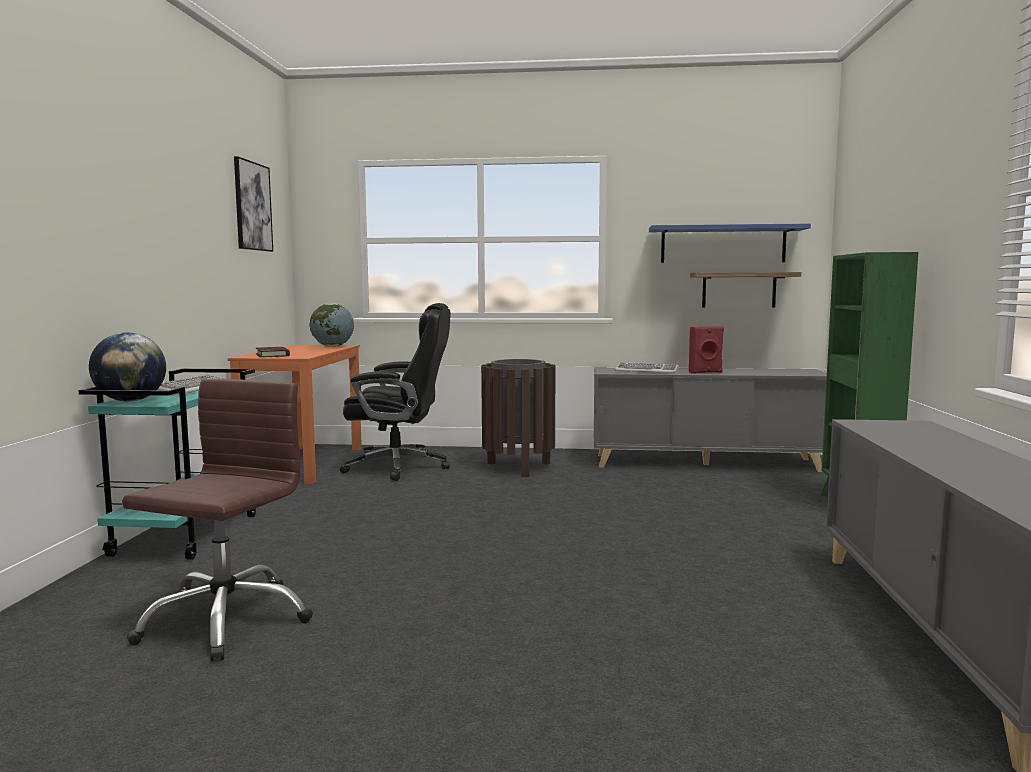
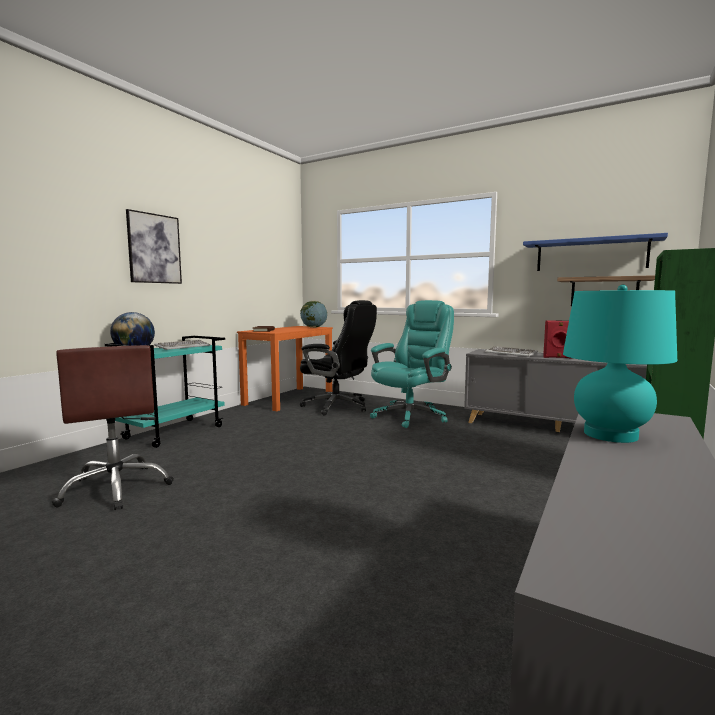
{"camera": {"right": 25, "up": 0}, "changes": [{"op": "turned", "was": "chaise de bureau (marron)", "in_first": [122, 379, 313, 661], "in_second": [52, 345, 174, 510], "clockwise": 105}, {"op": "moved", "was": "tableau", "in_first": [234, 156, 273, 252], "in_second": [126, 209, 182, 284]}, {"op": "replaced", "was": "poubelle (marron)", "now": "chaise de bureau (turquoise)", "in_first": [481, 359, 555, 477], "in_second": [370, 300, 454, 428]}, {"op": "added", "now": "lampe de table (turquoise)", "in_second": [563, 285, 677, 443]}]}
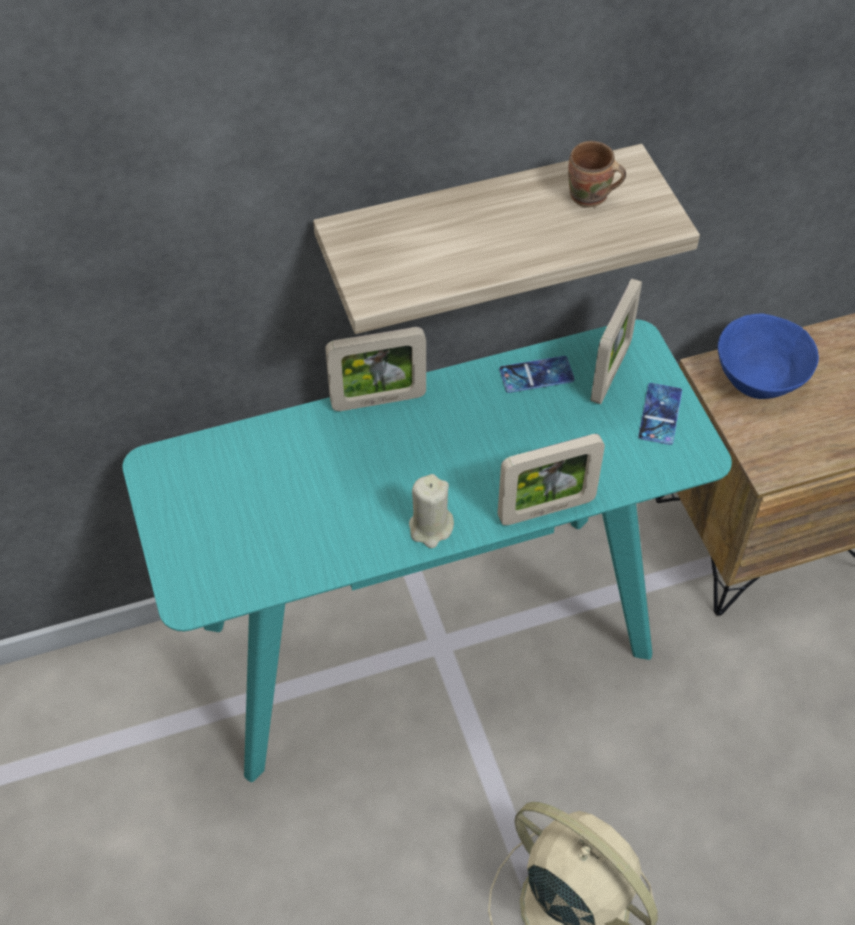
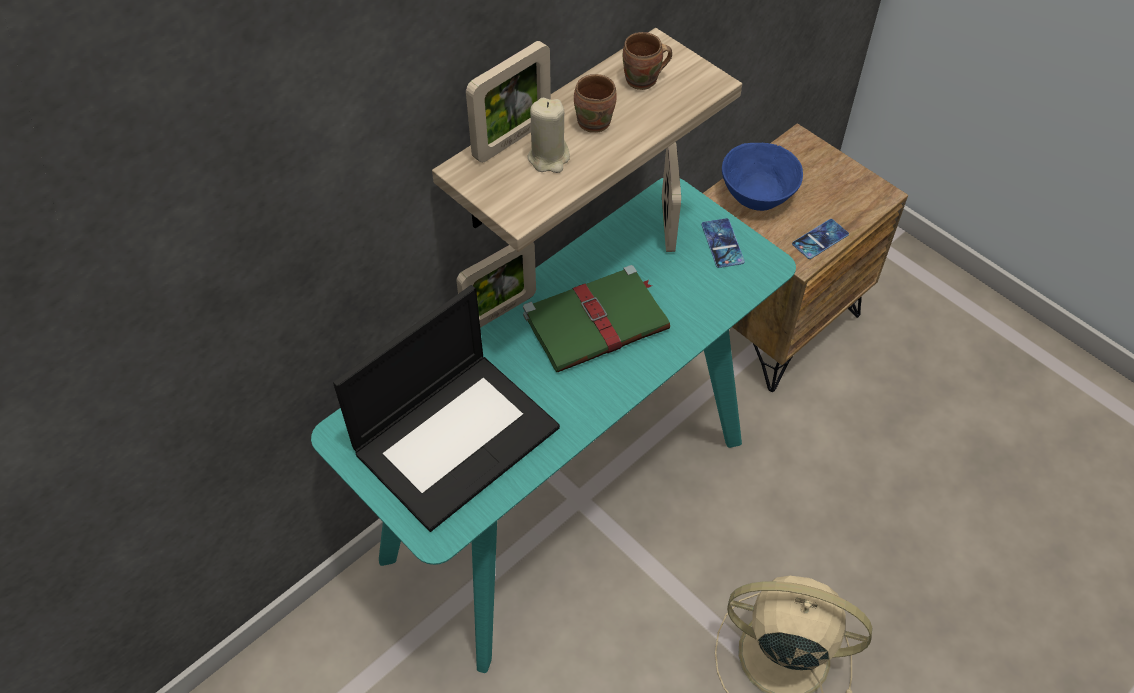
{"camera": {"right": -25, "up": 0}, "changes": [{"op": "moved", "was": "bougie (beige)", "in_first": [409, 474, 454, 548], "in_second": [528, 98, 570, 173]}, {"op": "moved", "was": "cadre photo", "in_first": [498, 434, 605, 525], "in_second": [466, 41, 551, 163]}, {"op": "moved", "was": "téléphone", "in_first": [499, 356, 575, 393], "in_second": [792, 219, 849, 259]}, {"op": "added", "now": "ordinateur portable", "in_second": [333, 285, 560, 532]}, {"op": "added", "now": "livre (vert)", "in_second": [523, 265, 670, 372]}, {"op": "added", "now": "mug (marron)", "in_second": [574, 74, 616, 133]}]}
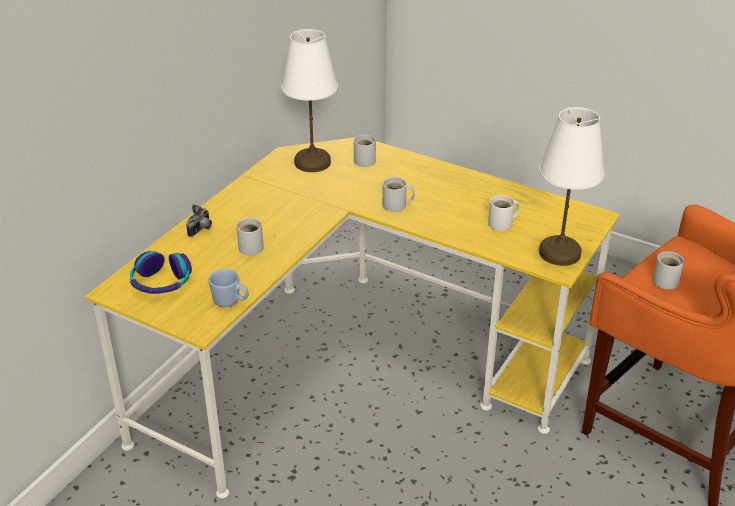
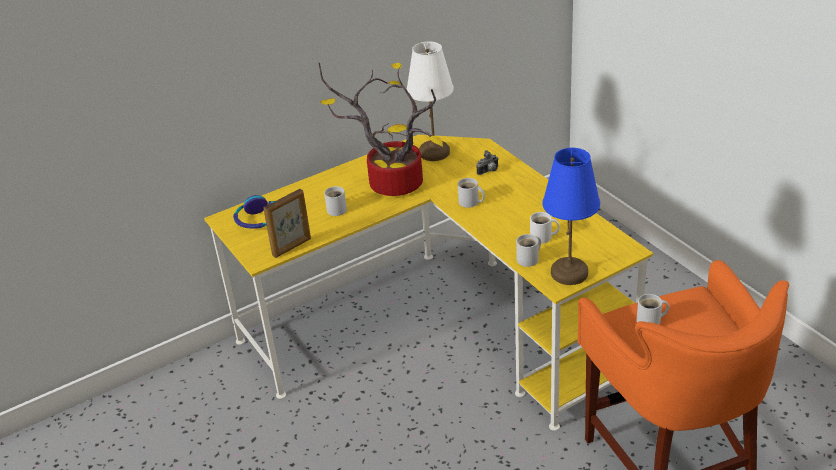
{"camera": {"right": 30, "up": 0}, "changes": [{"op": "moved", "was": "appareil photo", "in_first": [186, 204, 212, 237], "in_second": [476, 150, 499, 175]}, {"op": "replaced", "was": "mug (bleu)", "now": "cadre photo", "in_first": [209, 269, 249, 307], "in_second": [263, 189, 311, 258]}, {"op": "moved", "was": "mug (blanc)", "in_first": [354, 135, 376, 167], "in_second": [516, 234, 541, 267]}, {"op": "recoloured", "was": "lampe de table (blanc)", "now": "lampe de table (bleu)", "in_first": [539, 107, 605, 266], "in_second": [543, 148, 600, 285]}, {"op": "added", "now": "plante en pot", "in_second": [319, 63, 443, 196]}]}
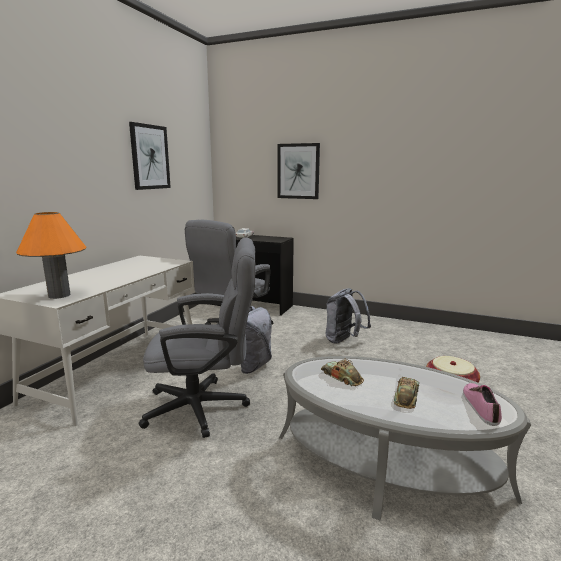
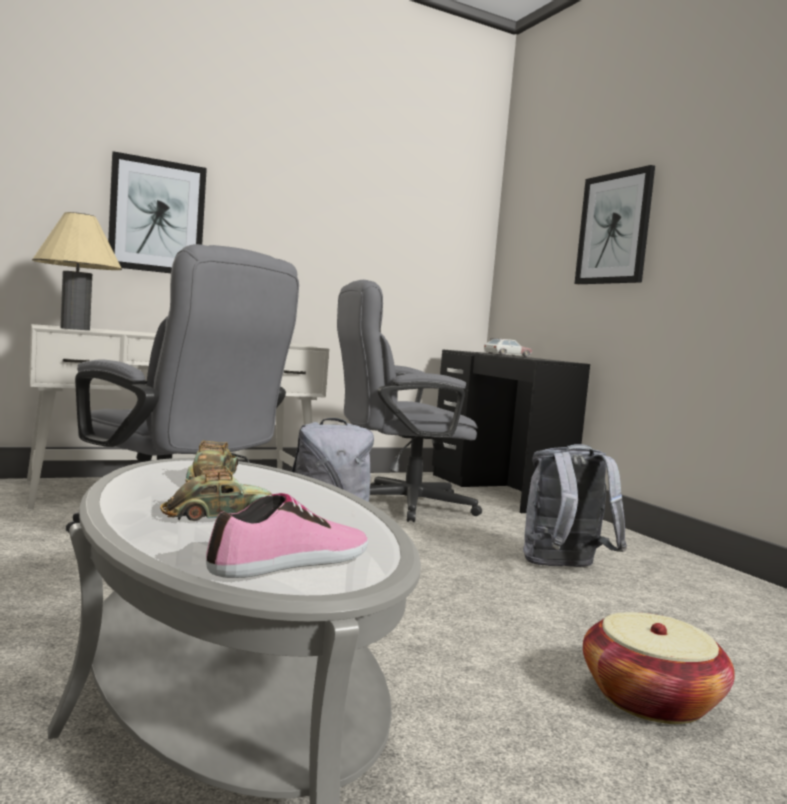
{"camera": {"right": 40, "up": -10}, "changes": [{"op": "recoloured", "was": "lampe de table (orange)", "now": "lampe de table (beige)", "in_first": [16, 212, 86, 299], "in_second": [32, 212, 122, 330]}, {"op": "moved", "was": "tableau", "in_first": [129, 122, 171, 190], "in_second": [108, 151, 207, 273]}]}
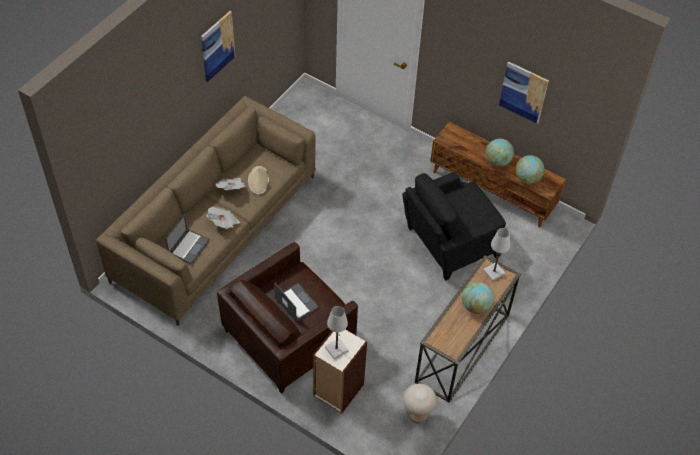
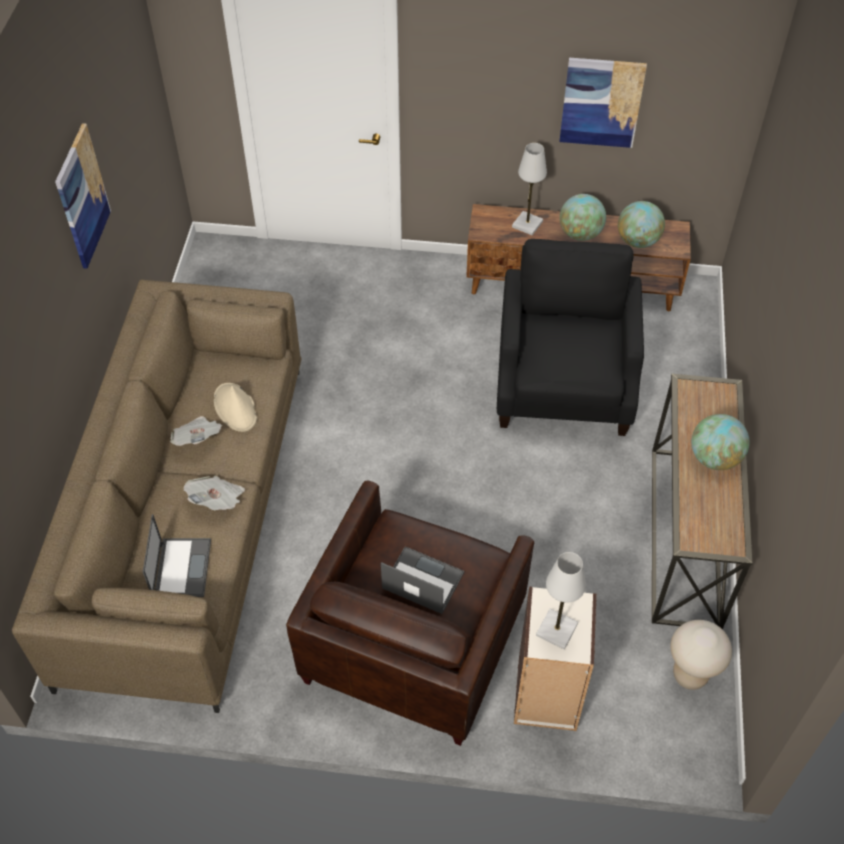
{"camera": {"right": -25, "up": 0}, "changes": [{"op": "turned", "was": "fauteuil (noir)", "in_first": [402, 172, 506, 281], "in_second": [497, 239, 644, 436], "clockwise": 150}, {"op": "moved", "was": "lampe de table (blanc)", "in_first": [483, 228, 510, 281], "in_second": [512, 143, 547, 235]}]}
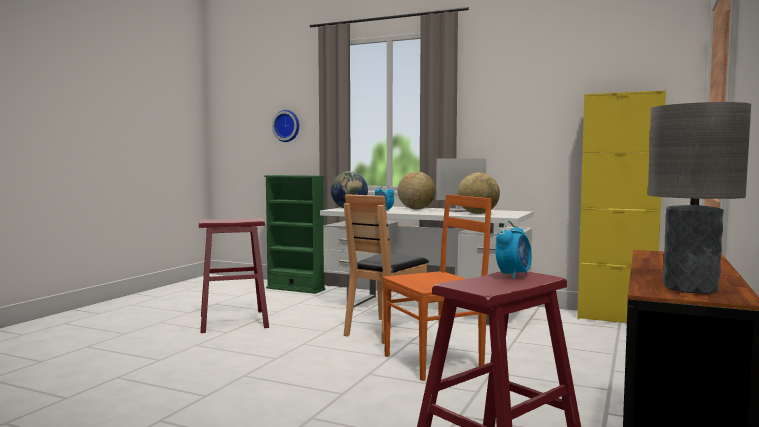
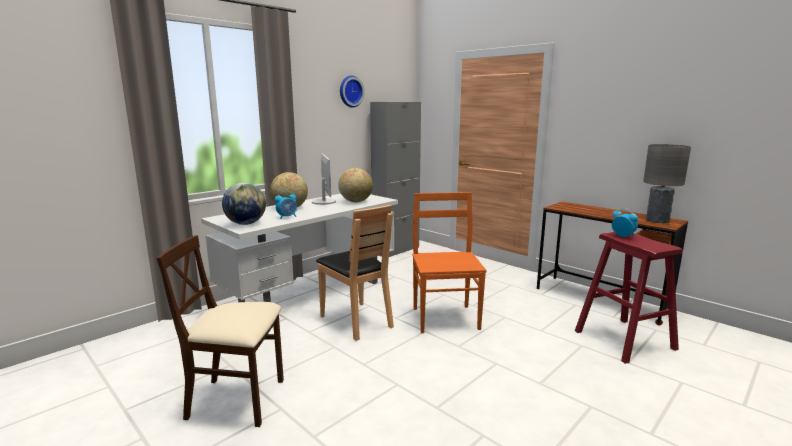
{"camera": {"right": -70, "up": 10}, "changes": [{"op": "replaced", "was": "tabouret (rouge)", "now": "chaise (beige)", "in_first": [199, 218, 269, 333], "in_second": [157, 235, 284, 427]}, {"op": "removed", "was": "bibliothèque (vert)", "in_first": [264, 175, 325, 294]}, {"op": "moved", "was": "horloge murale", "in_first": [272, 110, 299, 142], "in_second": [340, 76, 364, 108]}, {"op": "recoloured", "was": "meuble de rangement (jaune)", "now": "meuble de rangement (gris)", "in_first": [577, 90, 666, 323], "in_second": [370, 102, 421, 257]}]}
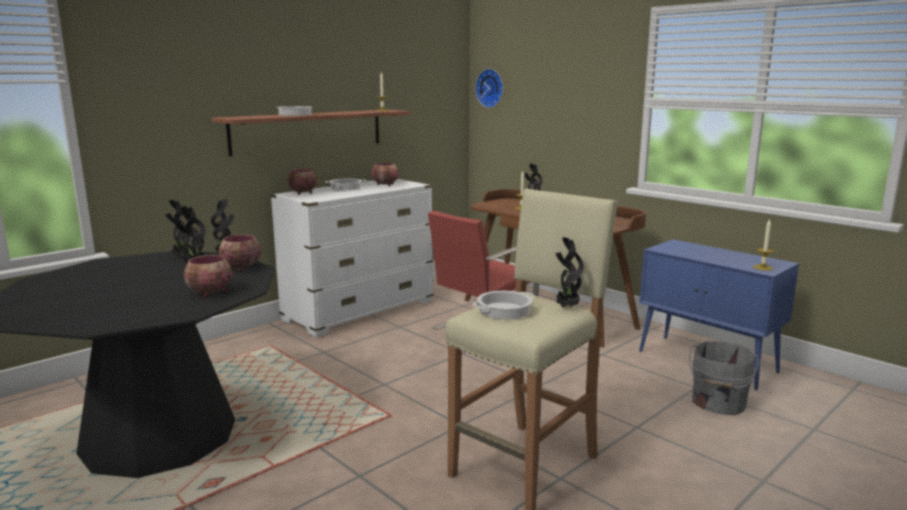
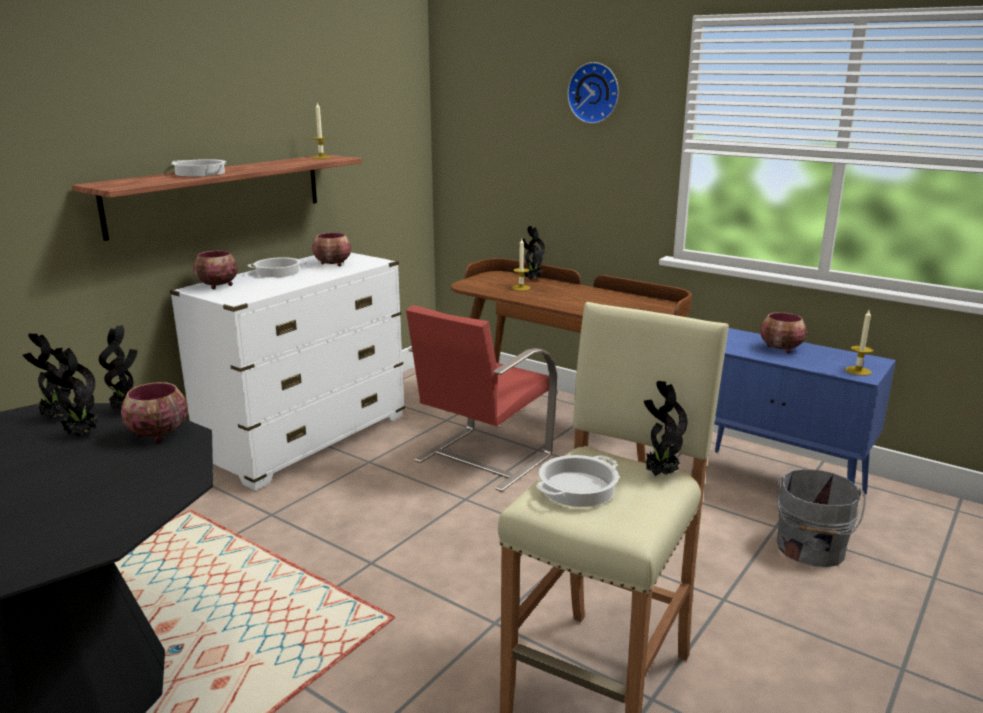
{"camera": {"right": -10, "up": 5}, "changes": [{"op": "moved", "was": "bol", "in_first": [184, 255, 232, 298], "in_second": [760, 312, 807, 353]}, {"op": "moved", "was": "horloge murale", "in_first": [475, 69, 503, 108], "in_second": [567, 62, 619, 124]}]}
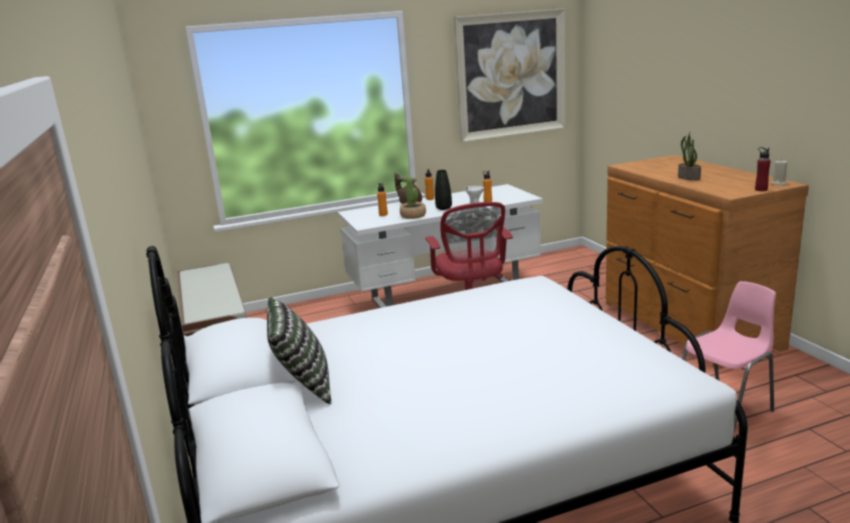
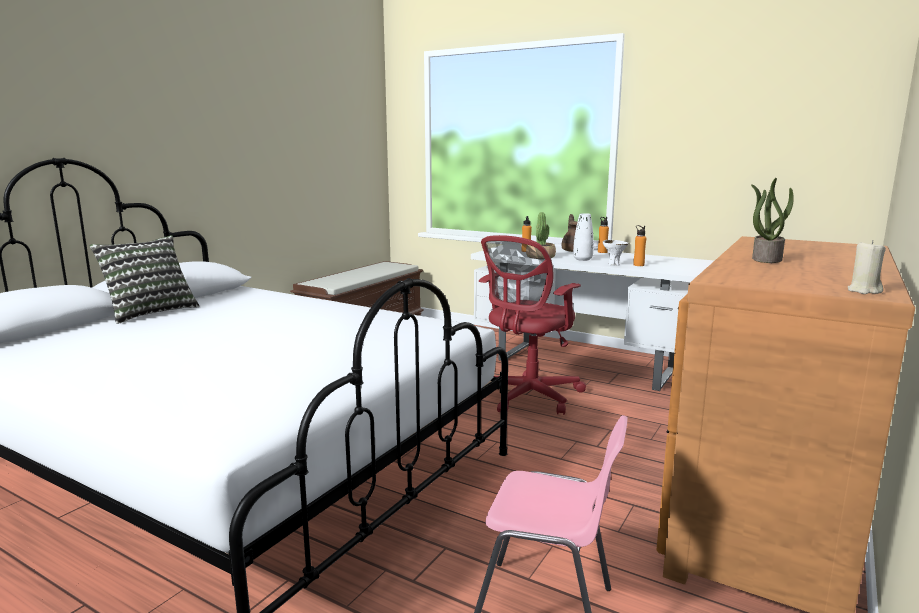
{"camera": {"right": 50, "up": -5}, "changes": [{"op": "recoloured", "was": "vase (noir)", "now": "vase (blanc)", "in_first": [435, 170, 452, 210], "in_second": [573, 213, 594, 261]}, {"op": "removed", "was": "tableau", "in_first": [453, 8, 566, 143]}, {"op": "removed", "was": "bouteille (rouge)", "in_first": [755, 147, 770, 191]}]}
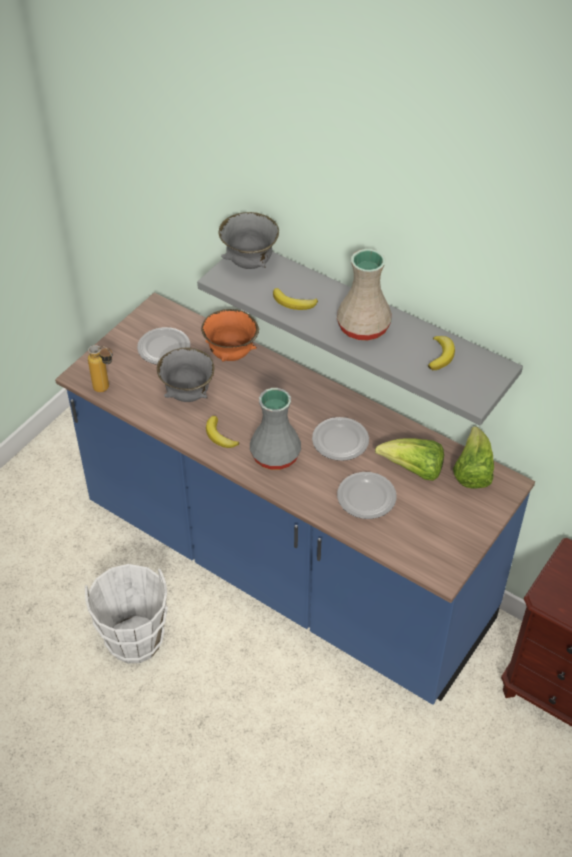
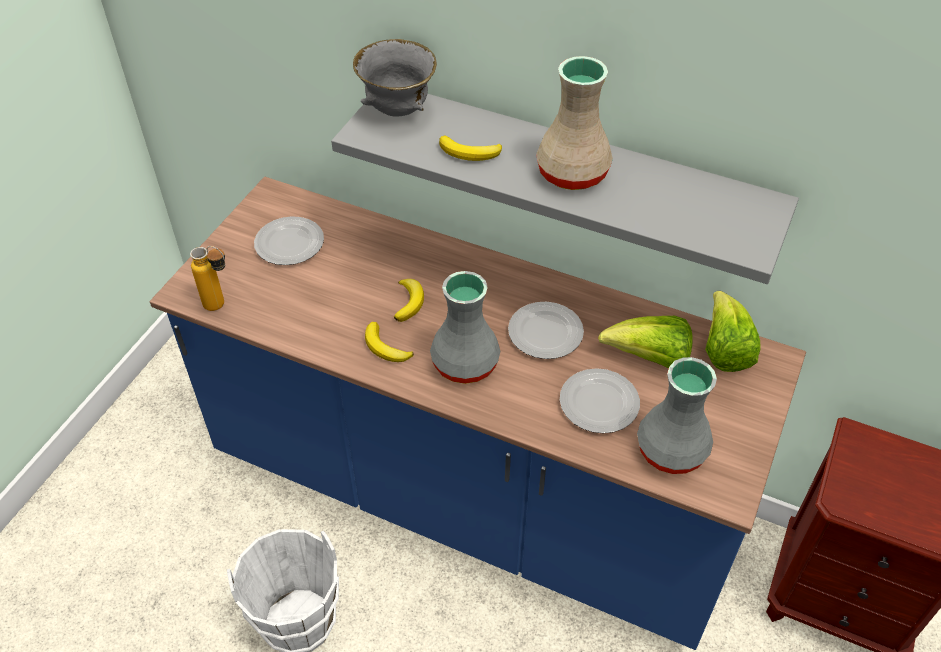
{"camera": {"right": -10, "up": 0}, "changes": [{"op": "removed", "was": "bol (gris)", "in_first": [157, 347, 215, 402]}, {"op": "removed", "was": "bol (orange)", "in_first": [201, 309, 259, 362]}, {"op": "moved", "was": "banane", "in_first": [428, 336, 455, 370], "in_second": [394, 279, 424, 322]}, {"op": "added", "now": "vase (gris)", "in_second": [637, 357, 717, 474]}]}
